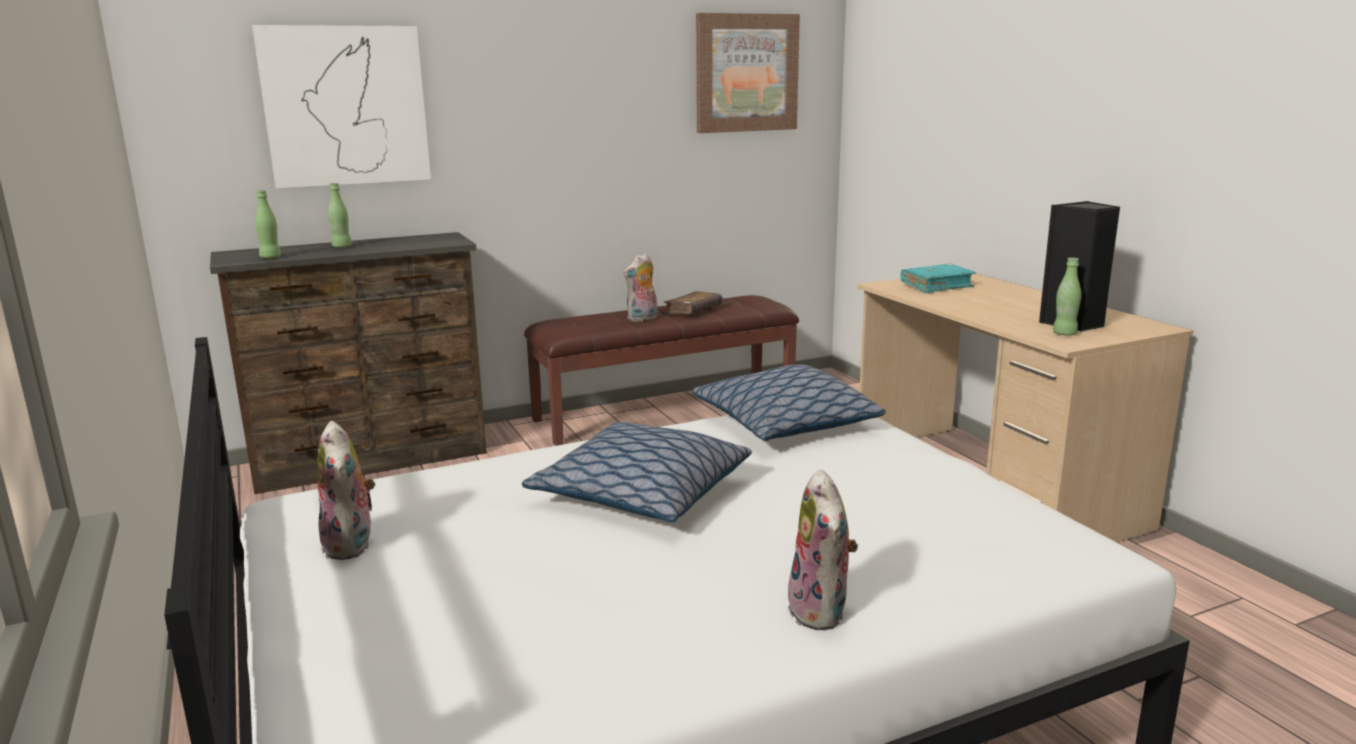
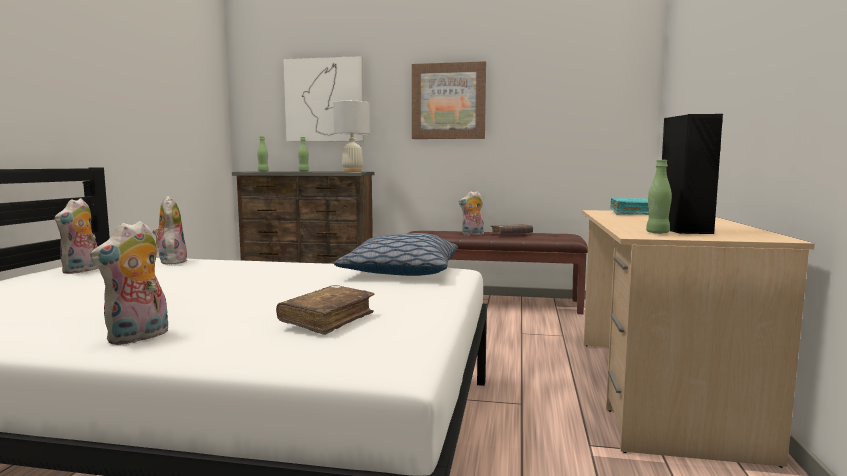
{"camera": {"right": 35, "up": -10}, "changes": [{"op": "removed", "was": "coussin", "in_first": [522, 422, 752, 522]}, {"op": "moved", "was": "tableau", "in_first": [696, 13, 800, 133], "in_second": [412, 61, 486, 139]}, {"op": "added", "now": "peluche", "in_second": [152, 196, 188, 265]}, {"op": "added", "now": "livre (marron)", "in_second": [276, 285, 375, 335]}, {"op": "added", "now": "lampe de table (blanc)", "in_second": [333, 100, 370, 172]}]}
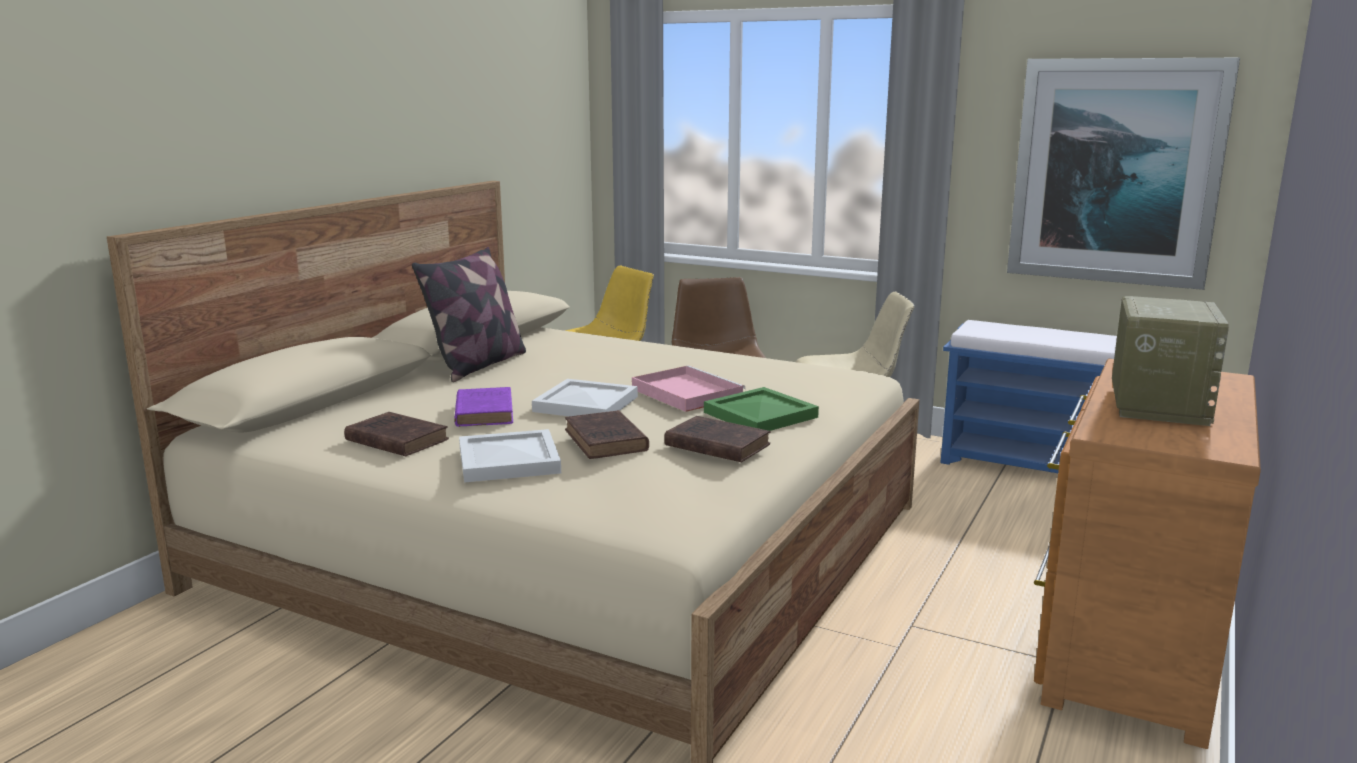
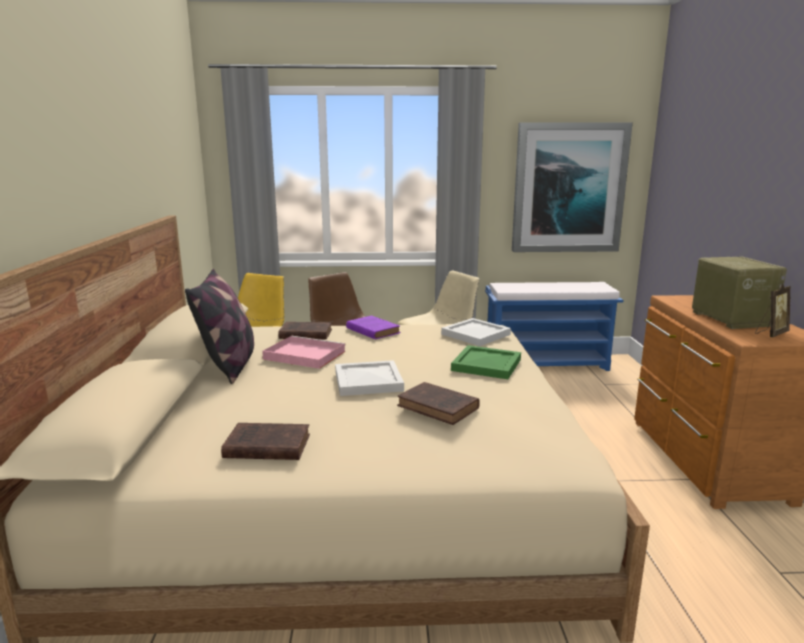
{"camera": {"right": -30, "up": 0}, "changes": [{"op": "moved", "was": "livre (violet)", "in_first": [454, 387, 513, 427], "in_second": [346, 316, 400, 340]}, {"op": "moved", "was": "plateau (blanc)", "in_first": [459, 429, 561, 483], "in_second": [441, 318, 511, 346]}, {"op": "moved", "was": "plateau (rose)", "in_first": [632, 365, 745, 412], "in_second": [262, 336, 346, 369]}, {"op": "moved", "was": "livre (marron)", "in_first": [664, 416, 771, 462], "in_second": [278, 322, 332, 340]}, {"op": "added", "now": "cadre photo", "in_second": [755, 283, 790, 337]}]}
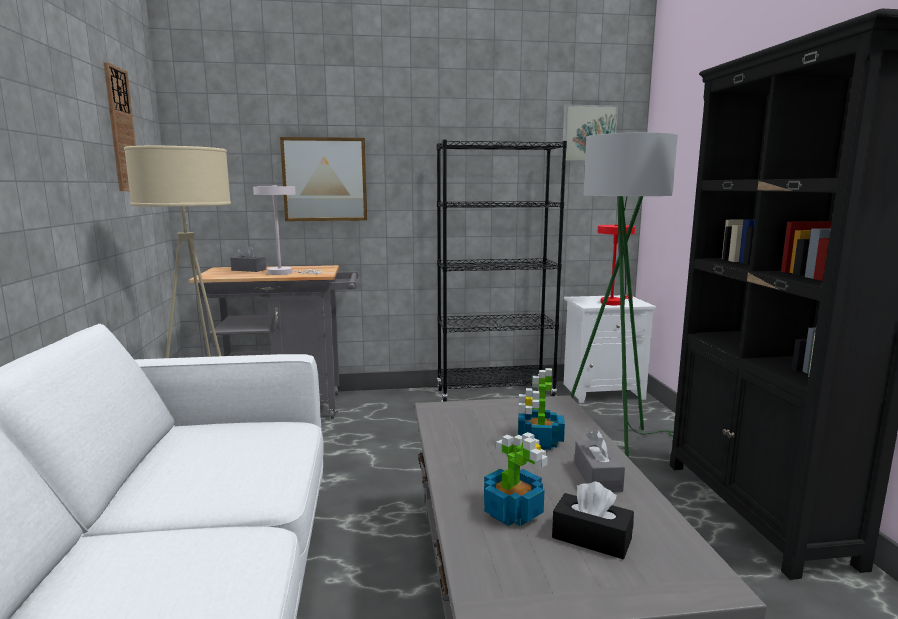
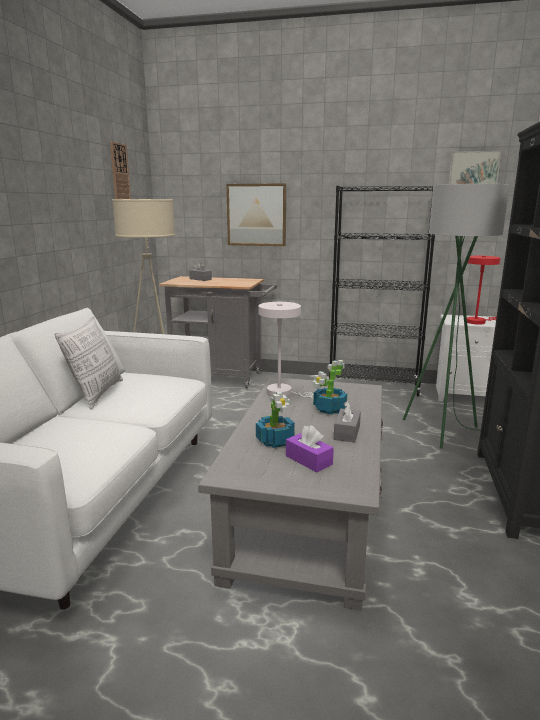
{"camera": {"right": 20, "up": 5}, "changes": [{"op": "moved", "was": "lampe de table (blanc)", "in_first": [253, 185, 322, 275], "in_second": [258, 302, 314, 399]}, {"op": "recoloured", "was": "boîte à mouchoirs (noir)", "now": "boîte à mouchoirs (violet)", "in_first": [552, 481, 634, 559], "in_second": [286, 425, 334, 472]}, {"op": "added", "now": "coussin", "in_second": [55, 316, 123, 409]}]}
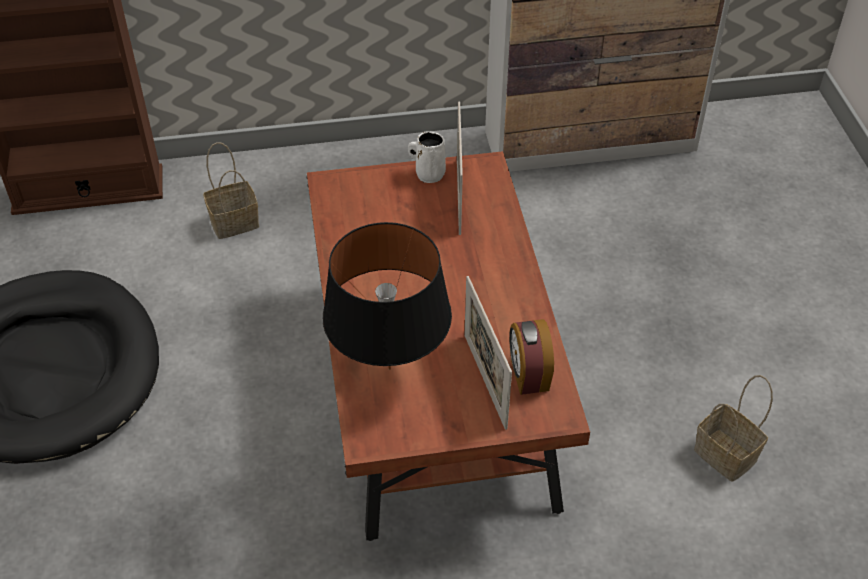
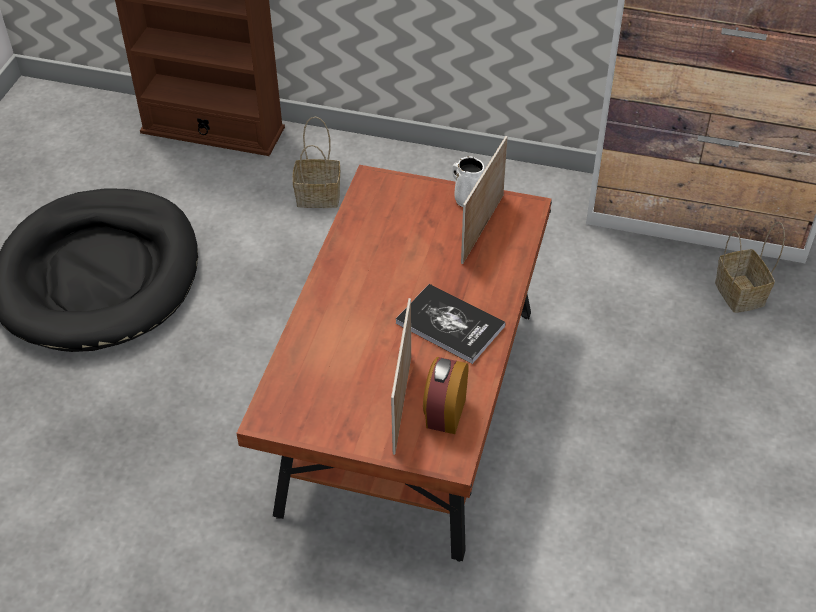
{"camera": {"right": 25, "up": 0}, "changes": [{"op": "removed", "was": "lampe de table (noir)", "in_first": [323, 222, 452, 370]}, {"op": "moved", "was": "panier", "in_first": [694, 375, 773, 482], "in_second": [715, 222, 785, 313]}, {"op": "added", "now": "livre", "in_second": [396, 284, 505, 364]}]}
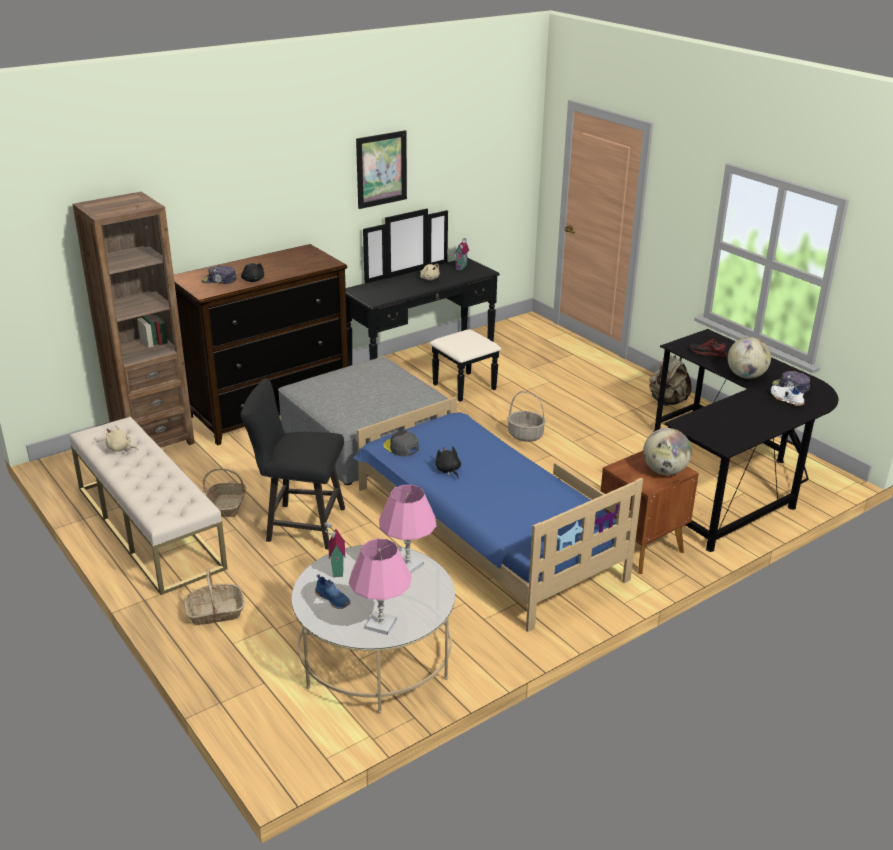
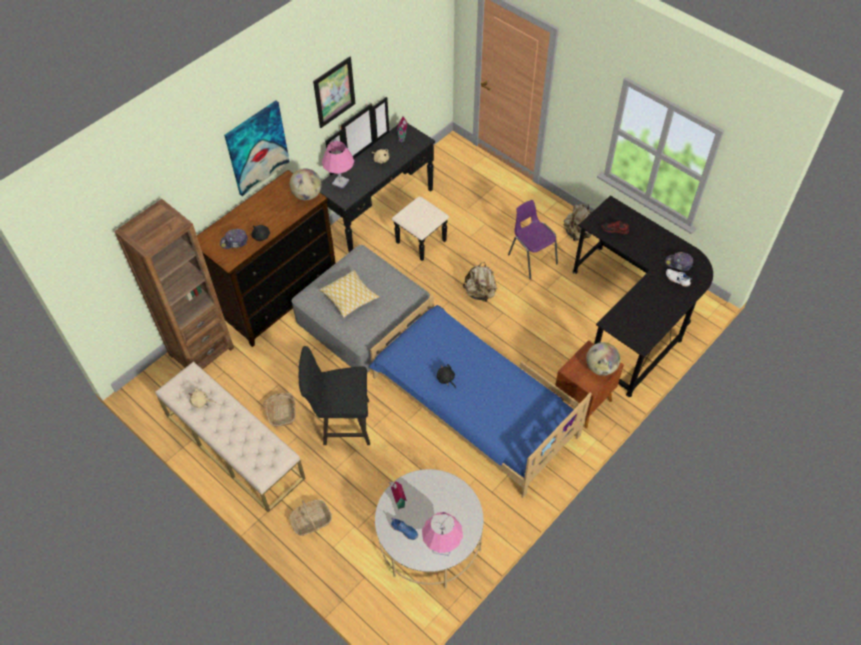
{"camera": {"right": -10, "up": 25}, "changes": [{"op": "moved", "was": "lampe de table (rose)", "in_first": [379, 485, 436, 574], "in_second": [322, 141, 354, 189]}, {"op": "removed", "was": "casquette (gris)", "in_first": [384, 430, 419, 456]}, {"op": "replaced", "was": "panier", "now": "sac à dos (beige)", "in_first": [507, 391, 546, 442], "in_second": [463, 262, 497, 302]}, {"op": "moved", "was": "globe", "in_first": [728, 337, 771, 379], "in_second": [290, 168, 322, 200]}, {"op": "added", "now": "tableau", "in_second": [224, 100, 290, 196]}, {"op": "added", "now": "coussin", "in_second": [319, 270, 379, 318]}, {"op": "added", "now": "chaise (violet)", "in_second": [508, 200, 558, 280]}]}
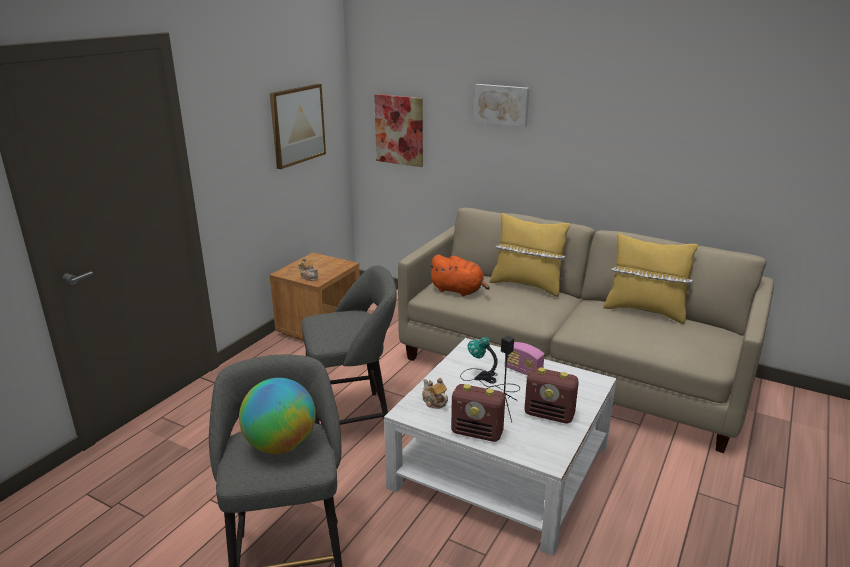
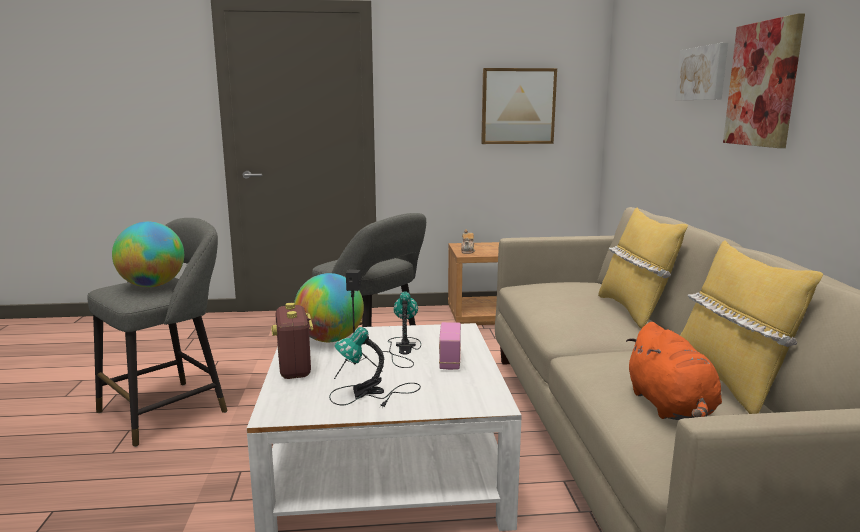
{"camera": {"right": 55, "up": -10}, "changes": [{"op": "moved", "was": "tableau", "in_first": [374, 94, 423, 167], "in_second": [723, 13, 805, 148]}, {"op": "replaced", "was": "théière", "now": "globe", "in_first": [422, 378, 448, 409], "in_second": [294, 273, 364, 342]}, {"op": "moved", "was": "peluche (orange)", "in_first": [428, 254, 490, 296], "in_second": [626, 322, 722, 420]}, {"op": "replaced", "was": "radio", "now": "lampe de table", "in_first": [525, 367, 579, 424], "in_second": [329, 327, 421, 408]}]}
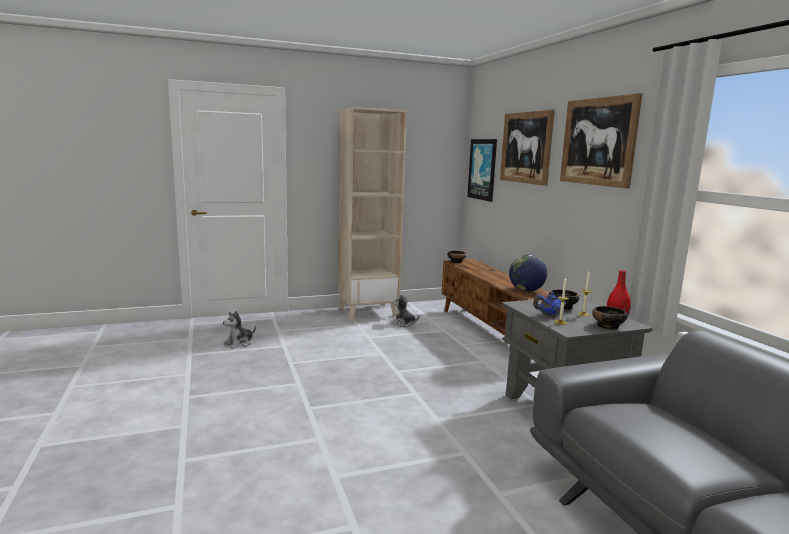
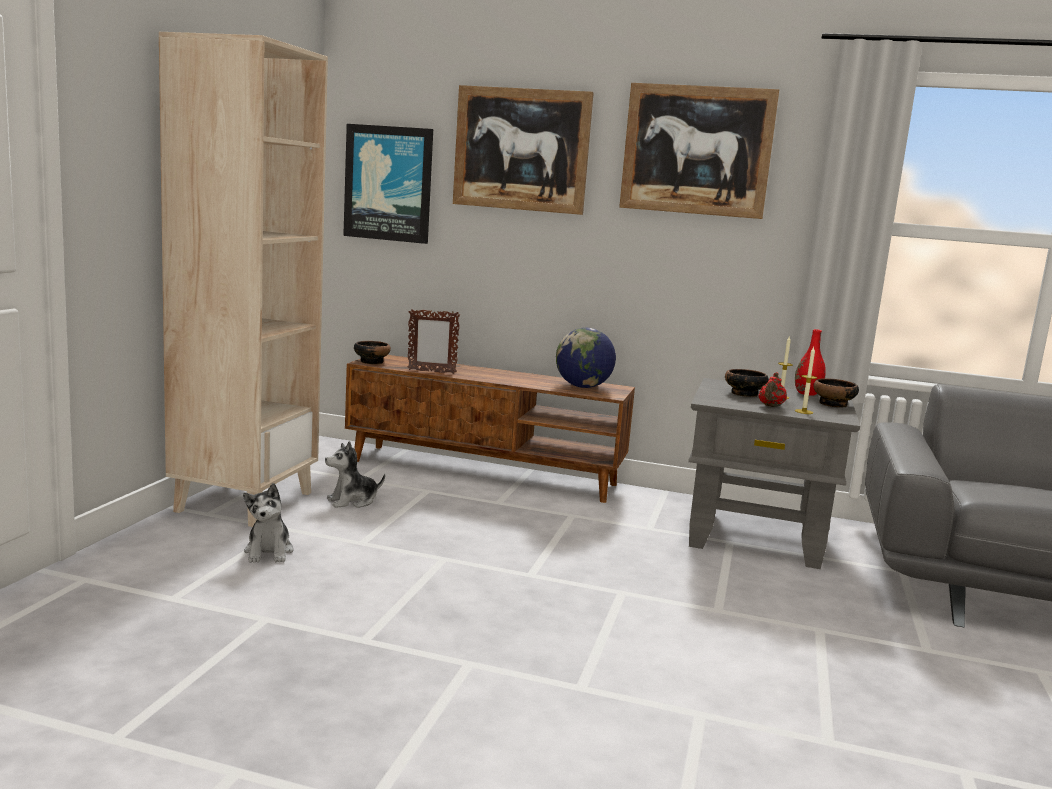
{"camera": {"right": -55, "up": 0}, "changes": [{"op": "moved", "was": "peluche", "in_first": [223, 311, 256, 349], "in_second": [243, 483, 293, 563]}, {"op": "recoloured", "was": "théière (bleu)", "now": "théière (rouge)", "in_first": [533, 292, 566, 316], "in_second": [758, 372, 787, 407]}, {"op": "added", "now": "cadre photo", "in_second": [408, 309, 460, 374]}]}
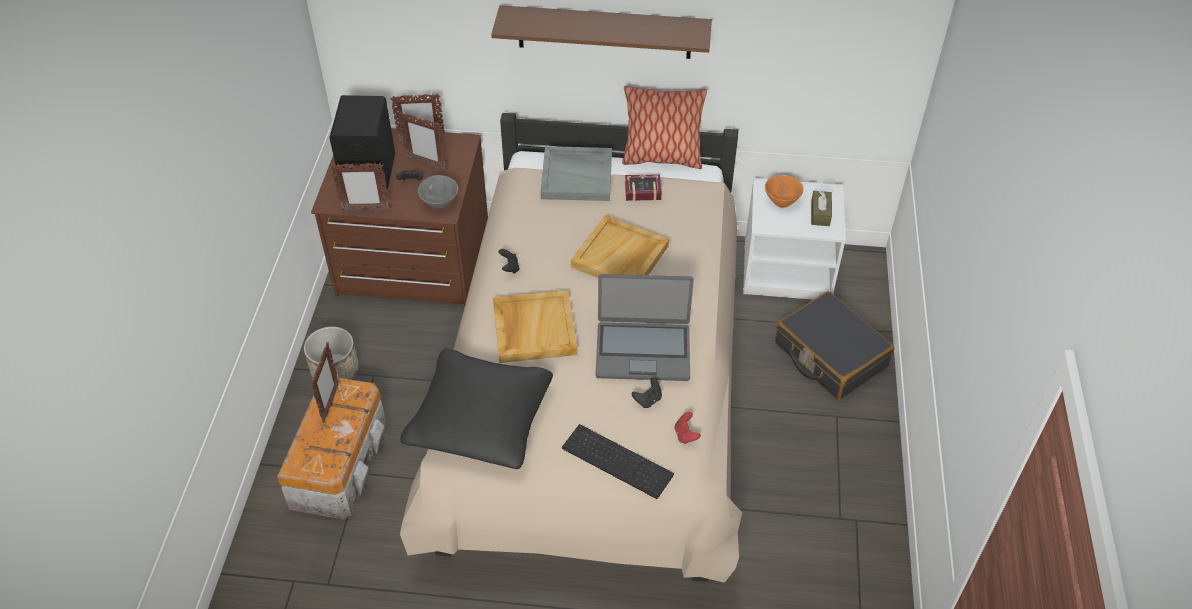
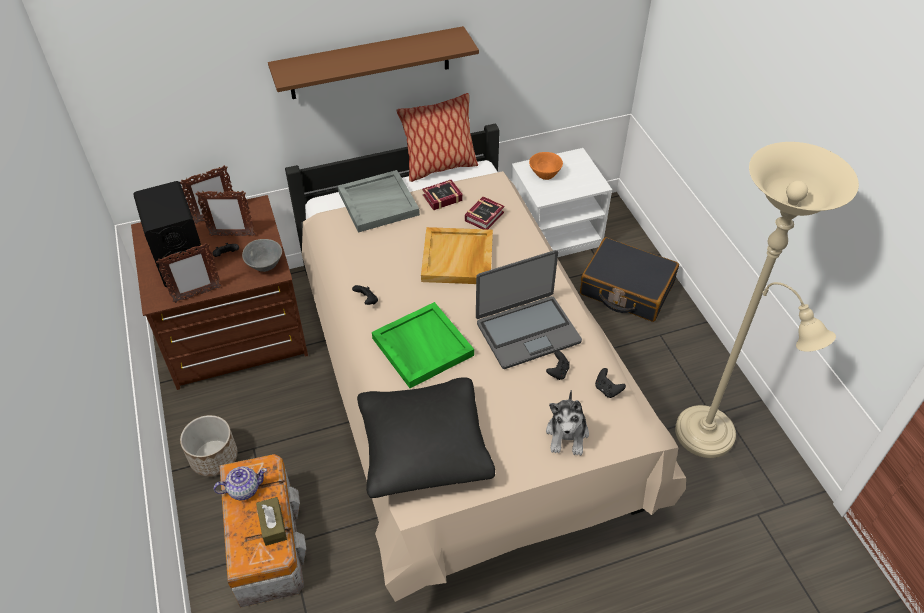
{"camera": {"right": -25, "up": 0}, "changes": [{"op": "replaced", "was": "cadre photo", "now": "théière", "in_first": [311, 342, 339, 423], "in_second": [213, 466, 267, 501]}, {"op": "recoloured", "was": "plateau (beige)", "now": "plateau (vert)", "in_first": [493, 290, 577, 363], "in_second": [372, 302, 474, 388]}, {"op": "replaced", "was": "clavier", "now": "peluche", "in_first": [562, 424, 674, 499], "in_second": [546, 390, 589, 456]}, {"op": "recoloured", "was": "manette (rouge)", "now": "manette (noir)", "in_first": [675, 412, 701, 444], "in_second": [595, 368, 626, 398]}, {"op": "moved", "was": "boîte à mouchoirs (marron)", "in_first": [811, 190, 832, 226], "in_second": [256, 497, 287, 546]}, {"op": "added", "now": "livre", "in_second": [465, 197, 505, 230]}, {"op": "added", "now": "lampadaire (beige)", "in_second": [675, 142, 859, 458]}]}
